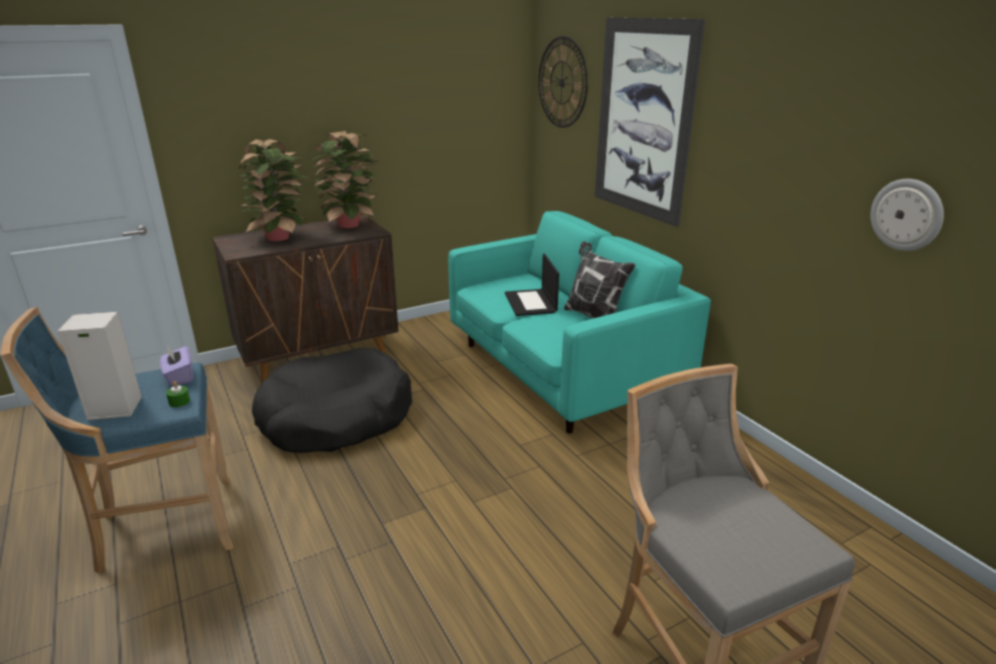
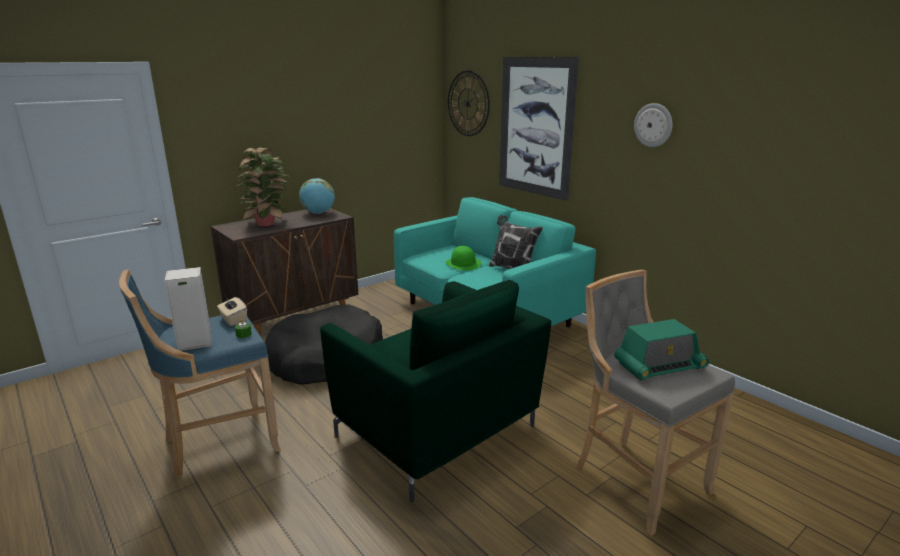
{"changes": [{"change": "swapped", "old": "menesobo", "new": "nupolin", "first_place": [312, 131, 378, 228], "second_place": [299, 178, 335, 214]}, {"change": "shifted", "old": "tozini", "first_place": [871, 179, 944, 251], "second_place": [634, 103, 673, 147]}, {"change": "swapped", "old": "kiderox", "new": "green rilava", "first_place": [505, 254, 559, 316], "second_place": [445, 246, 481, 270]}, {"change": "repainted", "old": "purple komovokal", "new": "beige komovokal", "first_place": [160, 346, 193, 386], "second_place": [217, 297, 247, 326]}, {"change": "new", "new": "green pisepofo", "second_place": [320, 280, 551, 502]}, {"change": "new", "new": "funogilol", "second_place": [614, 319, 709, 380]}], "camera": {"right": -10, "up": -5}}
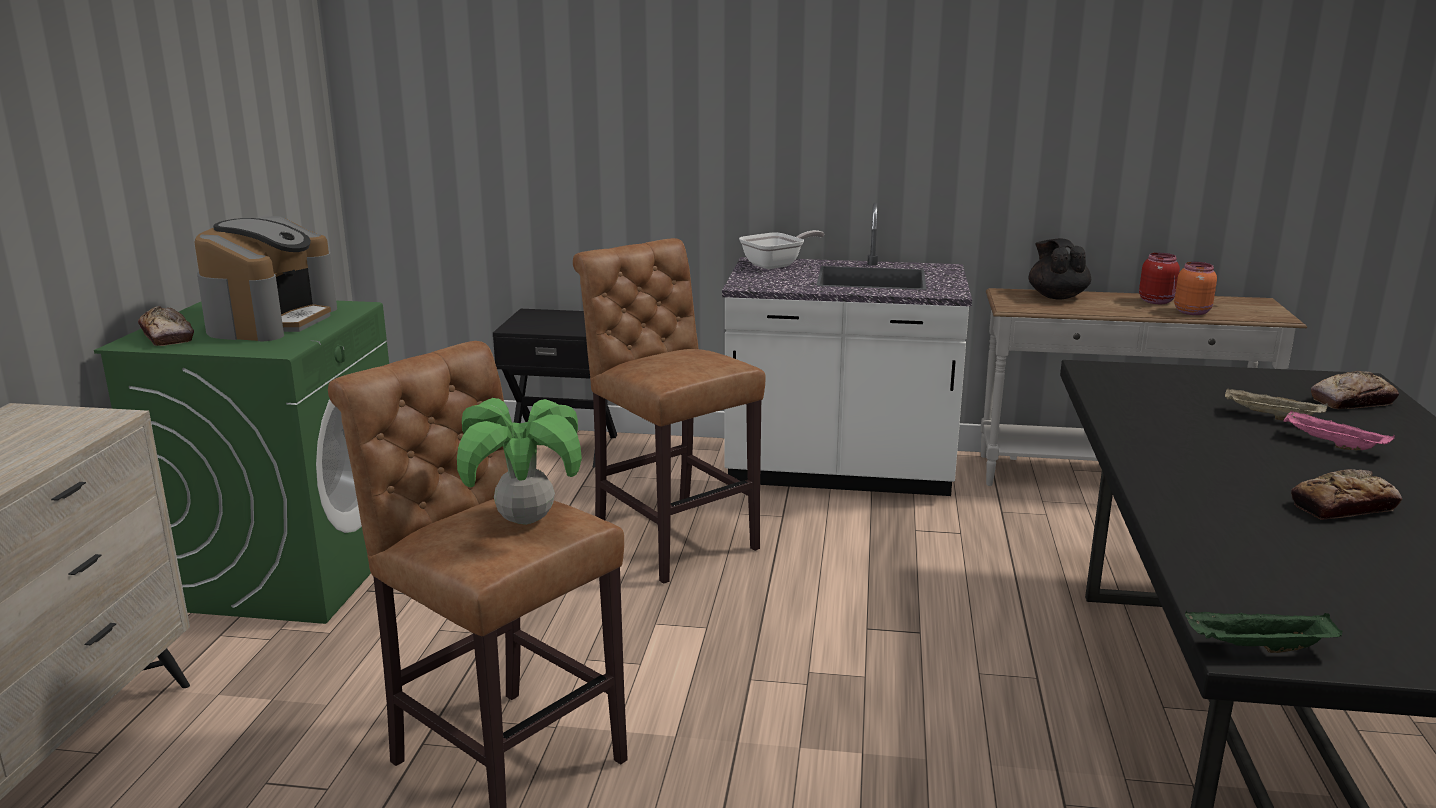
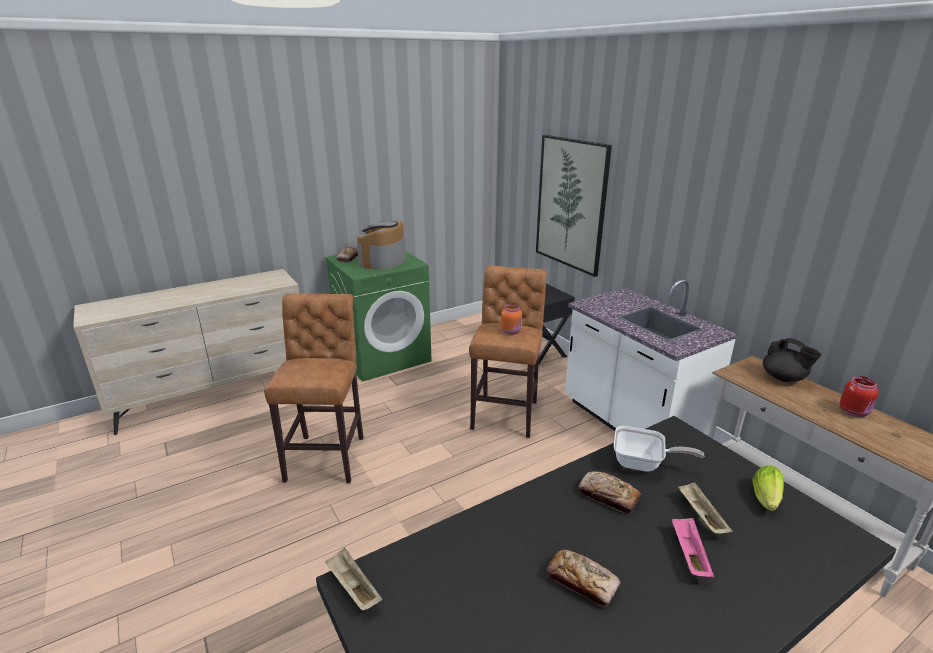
{"changes": [{"change": "rotated", "old": "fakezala", "first_place": [194, 216, 337, 341], "second_place": [357, 219, 406, 270], "degrees": 135}, {"change": "shifted", "old": "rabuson", "first_place": [739, 230, 825, 269], "second_place": [614, 426, 704, 472]}, {"change": "rotated", "old": "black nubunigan", "first_place": [1029, 238, 1091, 299], "second_place": [763, 338, 821, 382], "degrees": 105}, {"change": "shifted", "old": "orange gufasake", "first_place": [1174, 262, 1217, 315], "second_place": [501, 304, 522, 335]}, {"change": "shifted", "old": "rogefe", "first_place": [1311, 371, 1399, 409], "second_place": [579, 471, 641, 514]}, {"change": "gone", "old": "menesobo", "first_place": [457, 398, 582, 525]}, {"change": "repainted", "old": "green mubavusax", "new": "beige mubavusax", "first_place": [1185, 611, 1342, 653], "second_place": [325, 547, 382, 611]}, {"change": "new", "new": "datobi", "second_place": [536, 135, 612, 277]}, {"change": "new", "new": "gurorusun", "second_place": [753, 465, 784, 511]}], "camera": {"right": 50, "up": 5}}
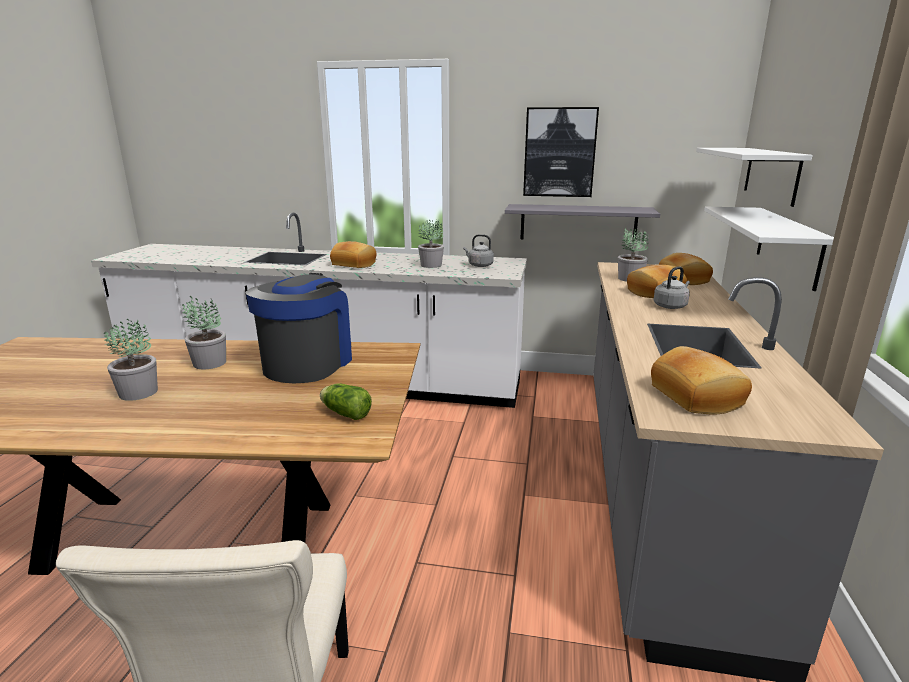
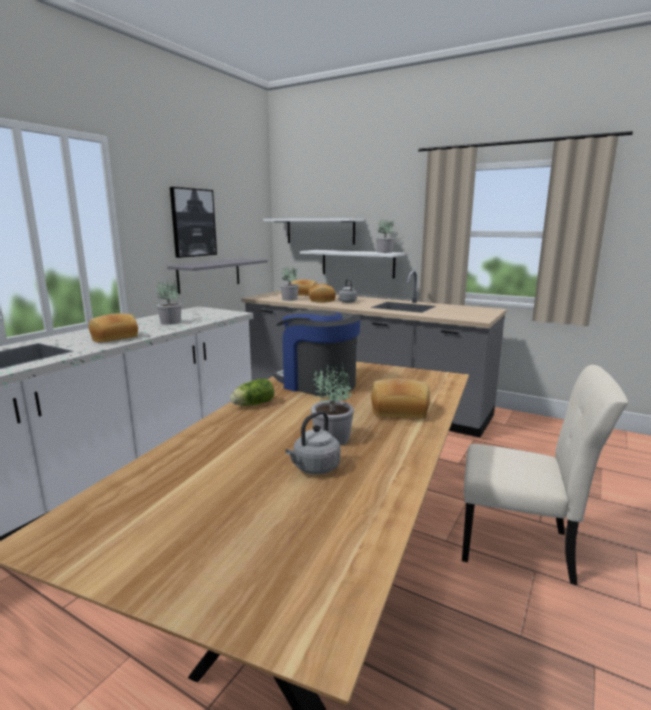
{"changes": [{"change": "shifted", "old": "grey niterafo", "first_place": [463, 234, 494, 267], "second_place": [285, 411, 340, 474]}, {"change": "shifted", "old": "menesobo", "first_place": [182, 296, 226, 369], "second_place": [376, 219, 394, 253]}, {"change": "shifted", "old": "rogefe", "first_place": [651, 346, 752, 414], "second_place": [371, 378, 430, 419]}, {"change": "shifted", "old": "gurorusun", "first_place": [320, 383, 372, 420], "second_place": [230, 378, 274, 406]}], "camera": {"right": -70, "up": -5}}
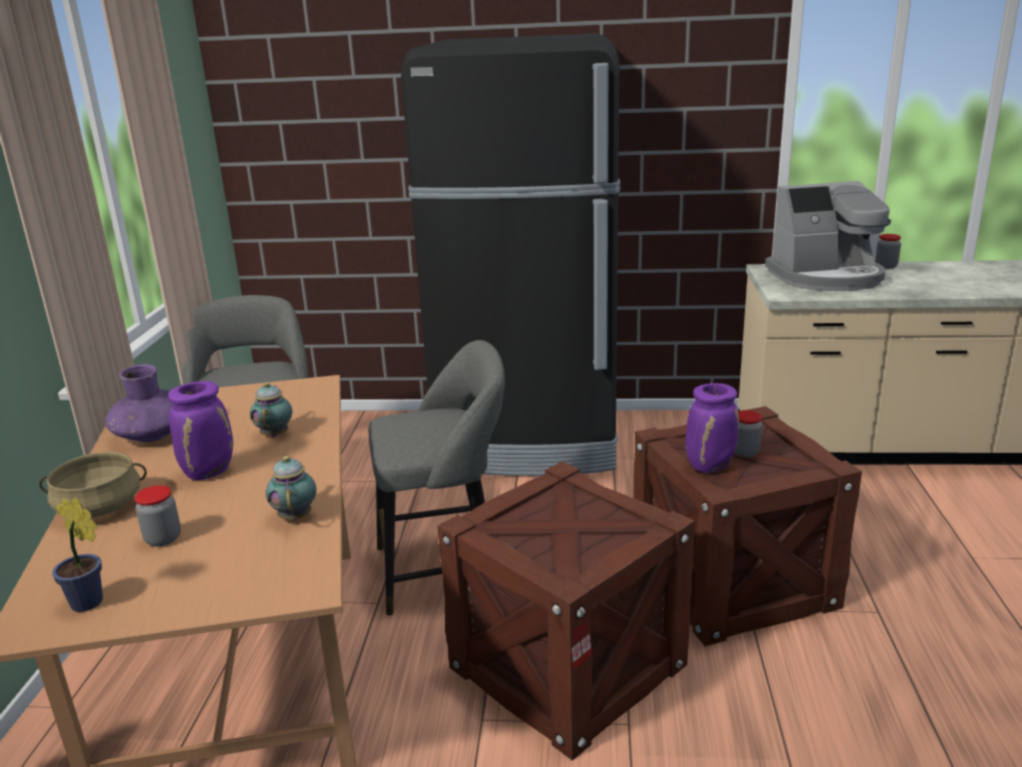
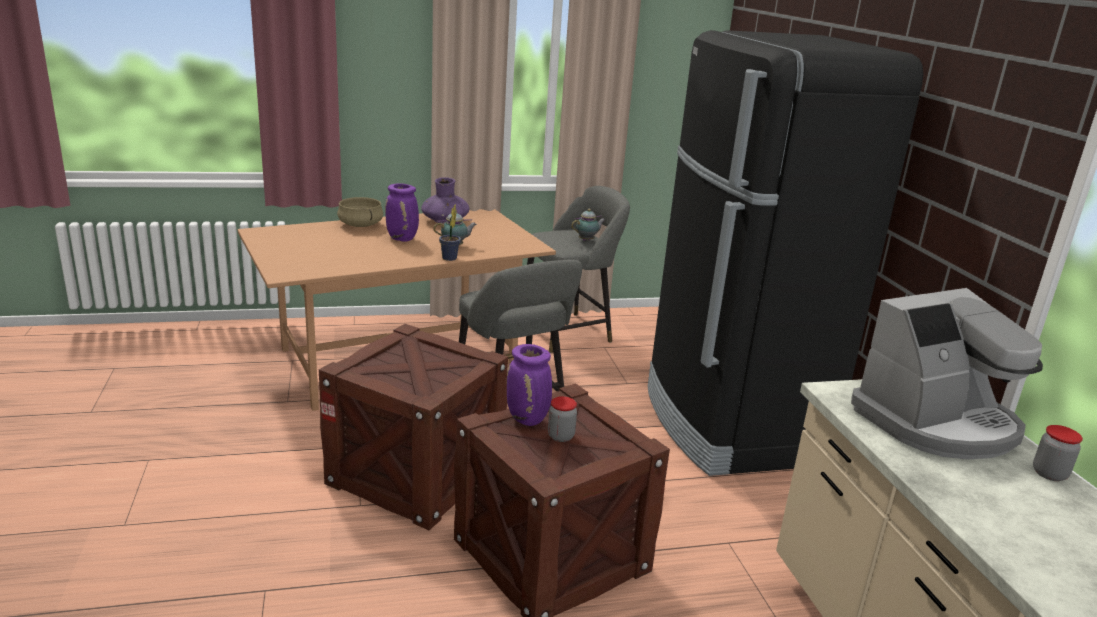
{"changes": [{"change": "rotated", "old": "fakezala", "first_place": [765, 181, 891, 291], "second_place": [851, 288, 1043, 459], "degrees": -90}, {"change": "shifted", "old": "nubunigan", "first_place": [266, 456, 316, 521], "second_place": [571, 209, 605, 241]}, {"change": "gone", "old": "gufasake", "first_place": [134, 485, 181, 547]}, {"change": "shifted", "old": "menesobo", "first_place": [52, 498, 103, 612], "second_place": [439, 204, 461, 261]}], "camera": {"right": 70, "up": 0}}
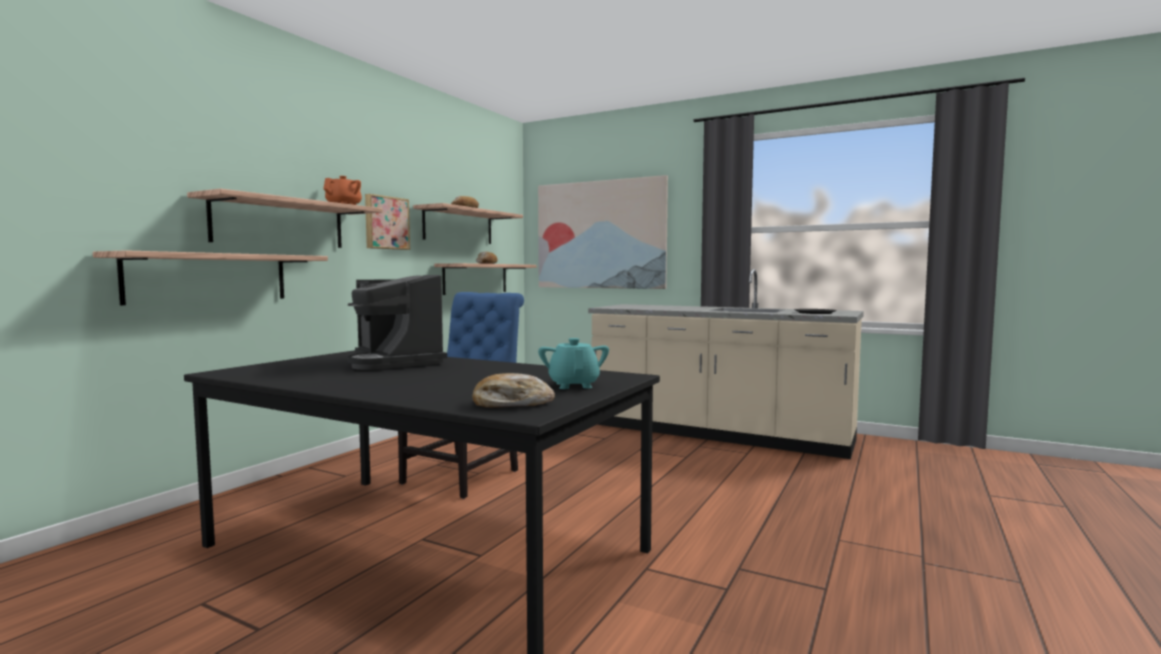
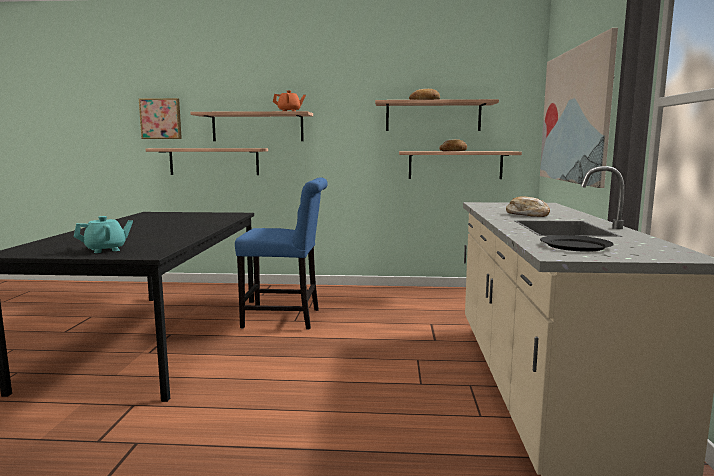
{"changes": [{"change": "shifted", "old": "datobi", "first_place": [365, 194, 410, 250], "second_place": [139, 98, 182, 139]}, {"change": "gone", "old": "fakezala", "first_place": [348, 275, 447, 370]}, {"change": "shifted", "old": "rogefe", "first_place": [472, 373, 555, 408], "second_place": [506, 196, 550, 217]}], "camera": {"right": 65, "up": 5}}
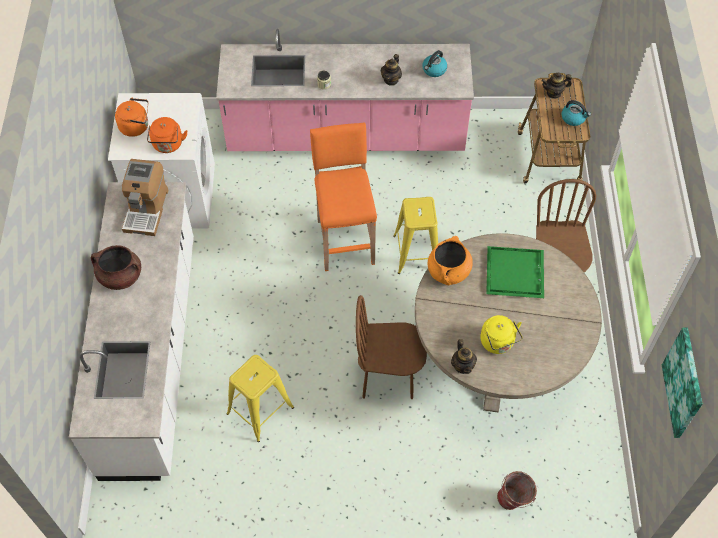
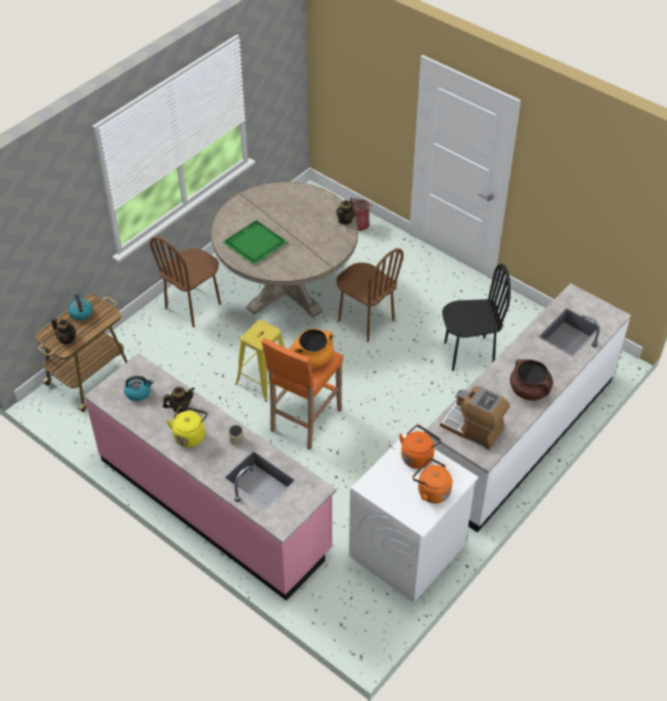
{"changes": [{"change": "rotated", "old": "fakezala", "first_place": [122, 159, 168, 236], "second_place": [440, 387, 510, 450], "degrees": -105}, {"change": "shifted", "old": "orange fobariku", "first_place": [428, 236, 473, 285], "second_place": [293, 329, 333, 368]}, {"change": "shifted", "old": "yellow niterafo", "first_place": [480, 315, 523, 354], "second_place": [166, 406, 208, 447]}, {"change": "gone", "old": "datobi", "first_place": [662, 327, 703, 438]}, {"change": "swapped", "old": "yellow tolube", "new": "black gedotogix", "first_place": [226, 355, 294, 442], "second_place": [442, 264, 511, 371]}], "camera": {"right": -140, "up": -10}}
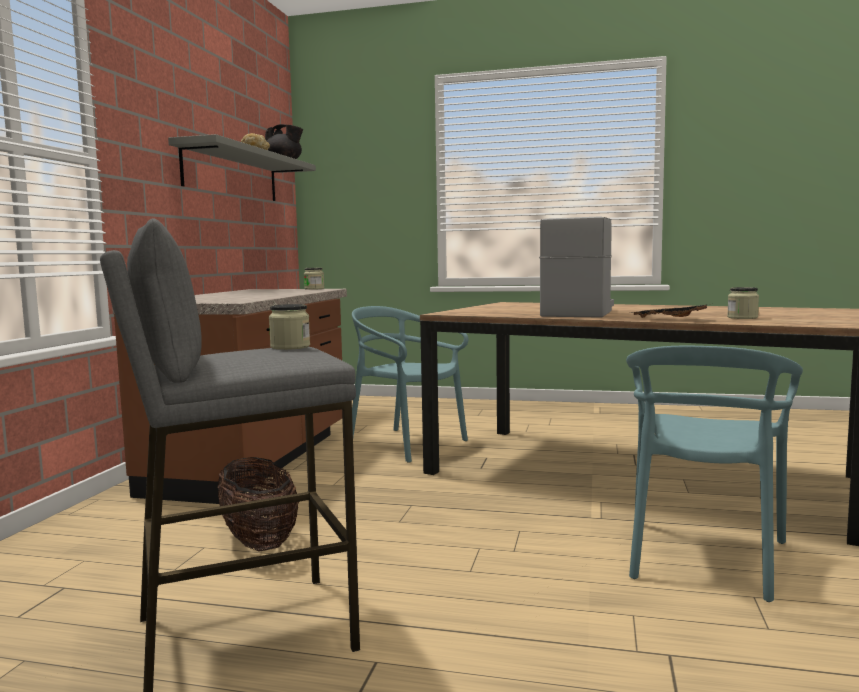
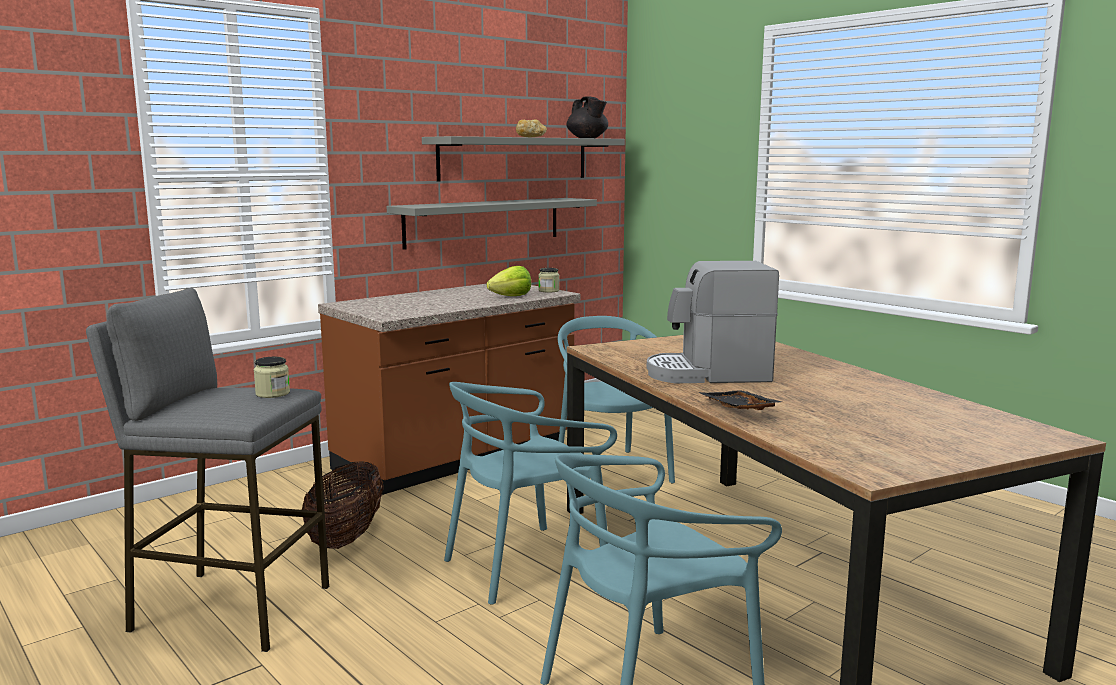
{"changes": [{"change": "rotated", "old": "fakezala", "first_place": [539, 216, 614, 318], "second_place": [647, 261, 779, 383], "degrees": -150}, {"change": "gone", "old": "gufasake", "first_place": [727, 287, 759, 319]}, {"change": "new", "new": "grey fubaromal", "second_place": [387, 198, 597, 250]}, {"change": "new", "new": "gurorusun", "second_place": [487, 266, 531, 296]}, {"change": "new", "new": "turquoise gedotogix", "second_place": [444, 382, 617, 605]}], "camera": {"right": 35, "up": 5}}
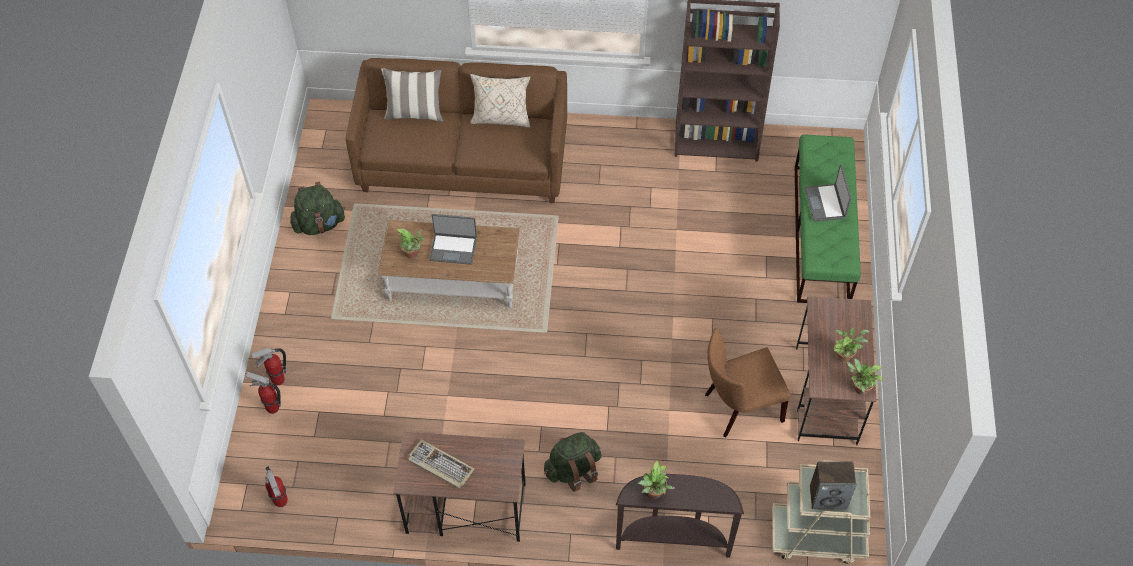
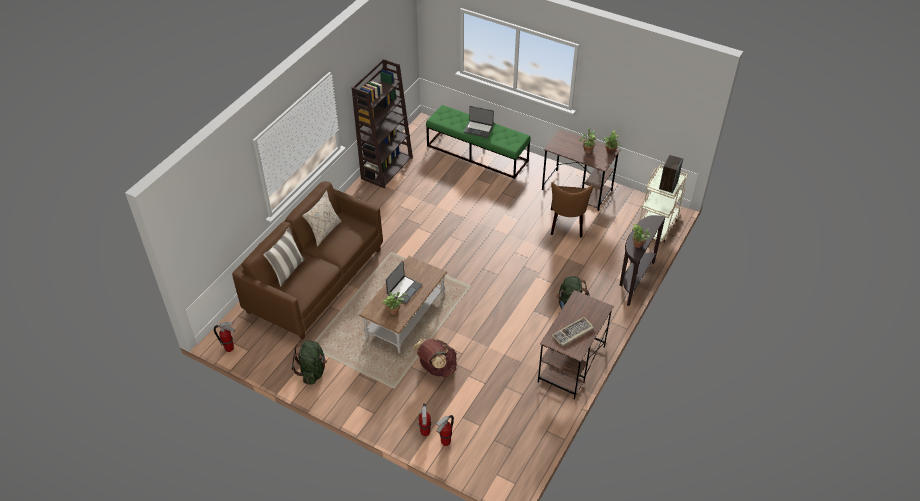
{"changes": [{"change": "shifted", "old": "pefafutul", "first_place": [265, 467, 288, 507], "second_place": [214, 321, 235, 352]}, {"change": "new", "new": "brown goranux", "second_place": [413, 338, 457, 377]}], "camera": {"right": -65, "up": -10}}
